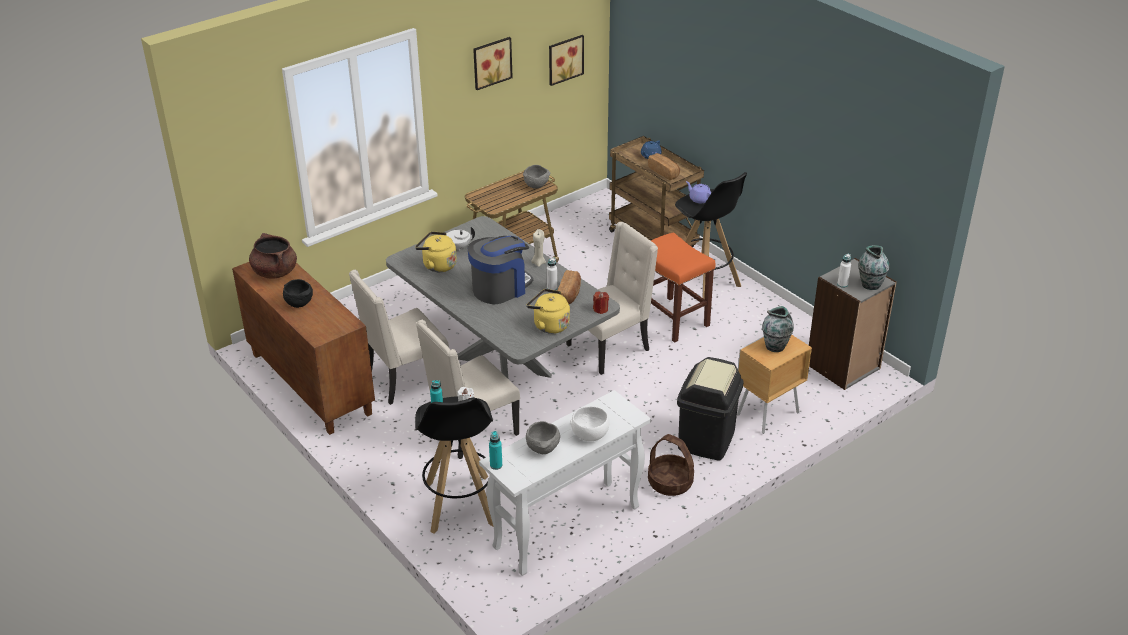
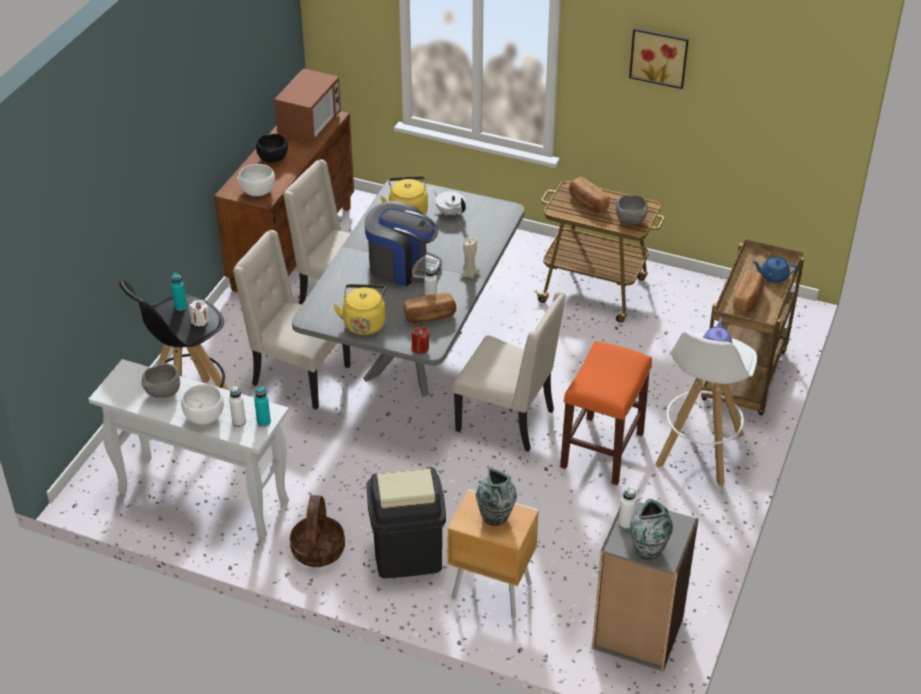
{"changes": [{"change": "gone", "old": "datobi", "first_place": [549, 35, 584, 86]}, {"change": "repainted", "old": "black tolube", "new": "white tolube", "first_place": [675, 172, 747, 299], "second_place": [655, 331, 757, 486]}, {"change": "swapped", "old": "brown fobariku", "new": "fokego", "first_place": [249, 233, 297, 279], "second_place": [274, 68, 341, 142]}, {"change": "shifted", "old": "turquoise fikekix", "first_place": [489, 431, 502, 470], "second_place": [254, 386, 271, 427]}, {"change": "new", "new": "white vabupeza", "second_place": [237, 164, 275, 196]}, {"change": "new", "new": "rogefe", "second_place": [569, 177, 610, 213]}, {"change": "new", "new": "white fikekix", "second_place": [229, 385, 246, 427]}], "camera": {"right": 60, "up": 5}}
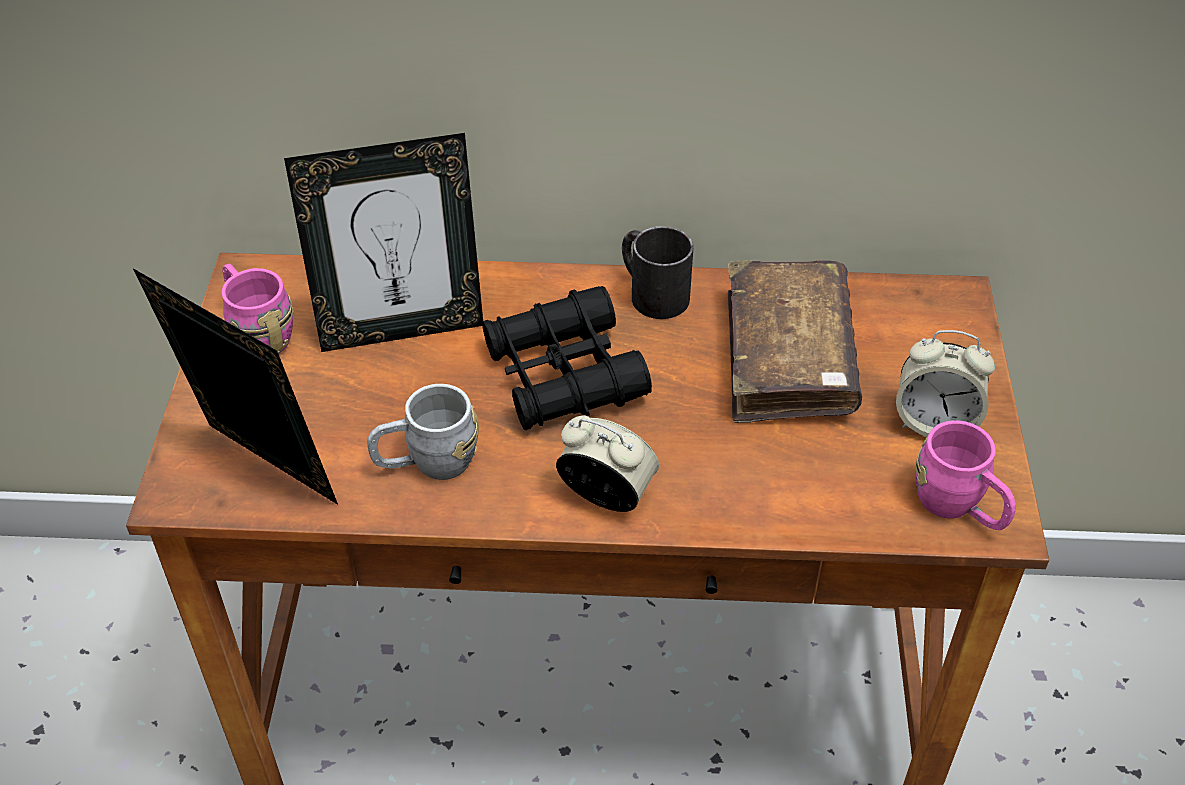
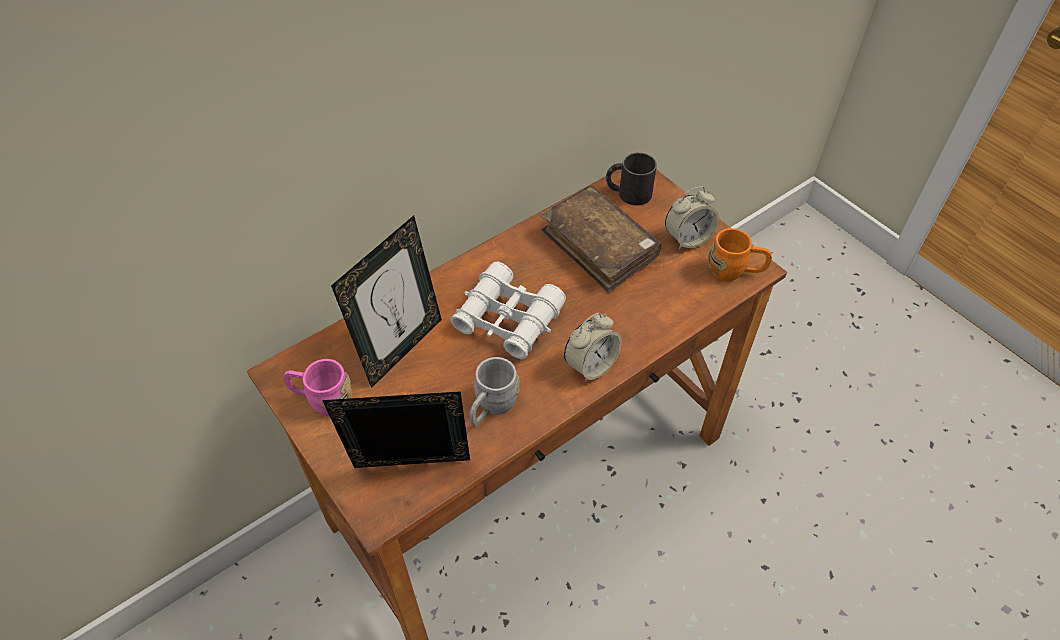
{"changes": [{"change": "shifted", "old": "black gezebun", "first_place": [622, 226, 693, 319], "second_place": [606, 152, 657, 206]}, {"change": "repainted", "old": "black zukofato", "new": "white zukofato", "first_place": [482, 286, 652, 430], "second_place": [450, 262, 566, 359]}, {"change": "rotated", "old": "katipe", "first_place": [556, 415, 659, 512], "second_place": [564, 312, 622, 383], "degrees": 150}, {"change": "repainted", "old": "pink gezebun", "new": "orange gezebun", "first_place": [915, 420, 1016, 530], "second_place": [708, 228, 772, 281]}], "camera": {"right": -40, "up": 5}}
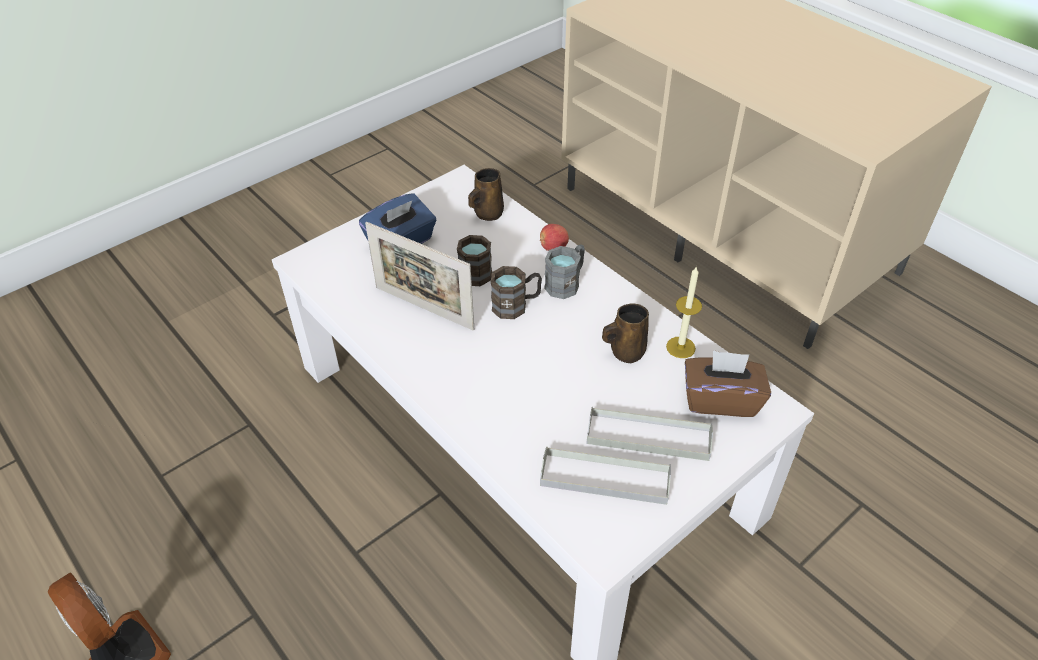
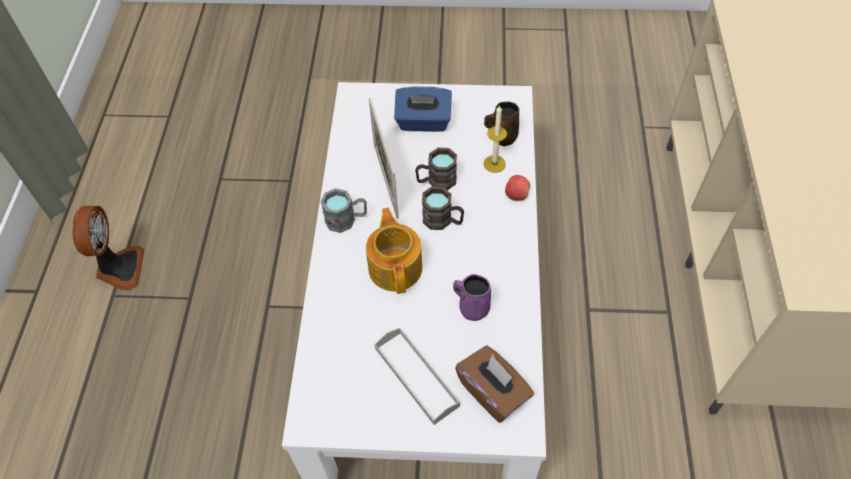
{"changes": [{"change": "shifted", "old": "grey gezebun", "first_place": [544, 244, 585, 299], "second_place": [321, 188, 367, 233]}, {"change": "shifted", "old": "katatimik", "first_place": [666, 266, 702, 358], "second_place": [483, 105, 507, 173]}, {"change": "repainted", "old": "brown gezebun", "new": "purple gezebun", "first_place": [602, 303, 649, 363], "second_place": [453, 274, 491, 321]}, {"change": "gone", "old": "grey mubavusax", "first_place": [540, 446, 671, 505]}, {"change": "new", "new": "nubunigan", "second_place": [366, 208, 422, 294]}], "camera": {"right": 45, "up": 10}}
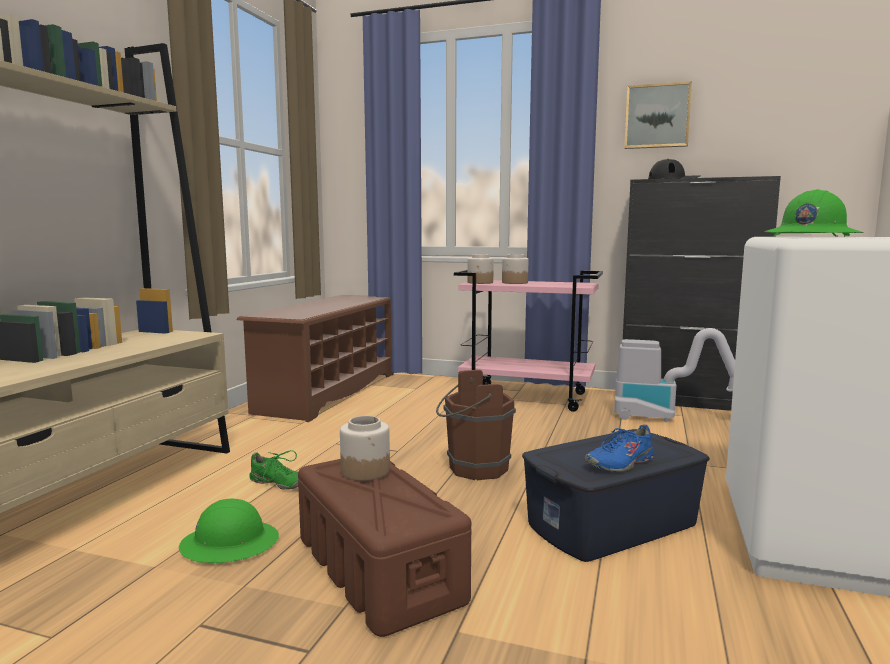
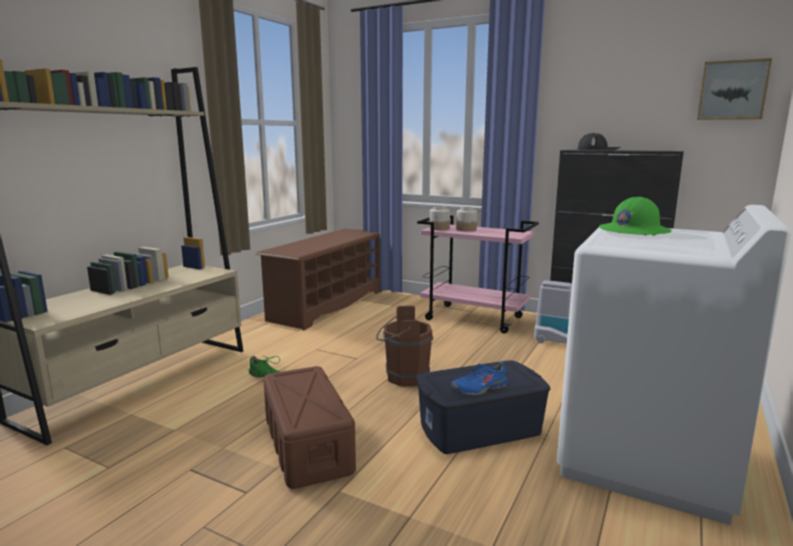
{"changes": [{"change": "shifted", "old": "datobi", "first_place": [624, 81, 692, 149], "second_place": [697, 58, 772, 120]}, {"change": "gone", "old": "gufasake", "first_place": [340, 416, 390, 481]}, {"change": "gone", "old": "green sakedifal", "first_place": [179, 499, 279, 563]}], "camera": {"right": 10, "up": 5}}
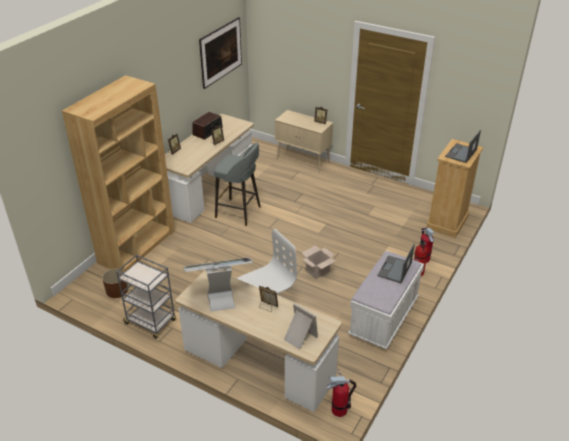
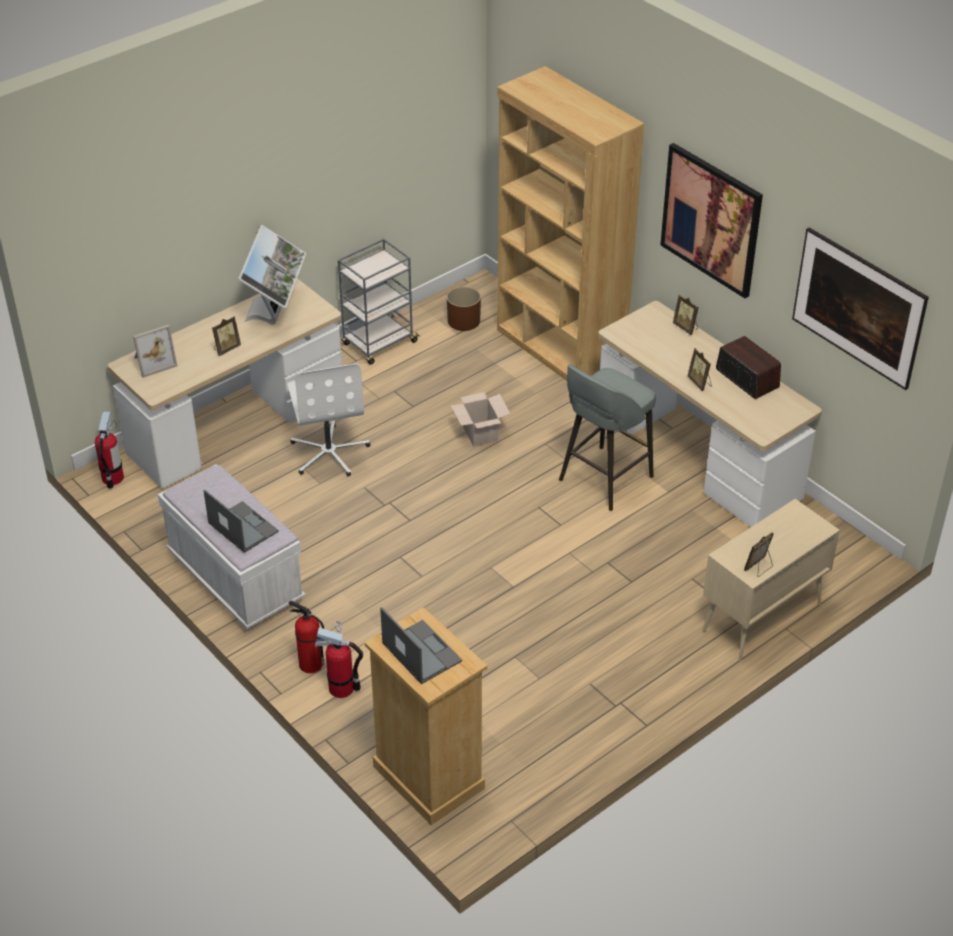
{"changes": [{"change": "shifted", "old": "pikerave", "first_place": [302, 245, 335, 279], "second_place": [451, 392, 510, 447]}, {"change": "new", "new": "datobi", "second_place": [660, 143, 763, 298]}], "camera": {"right": 110, "up": 5}}
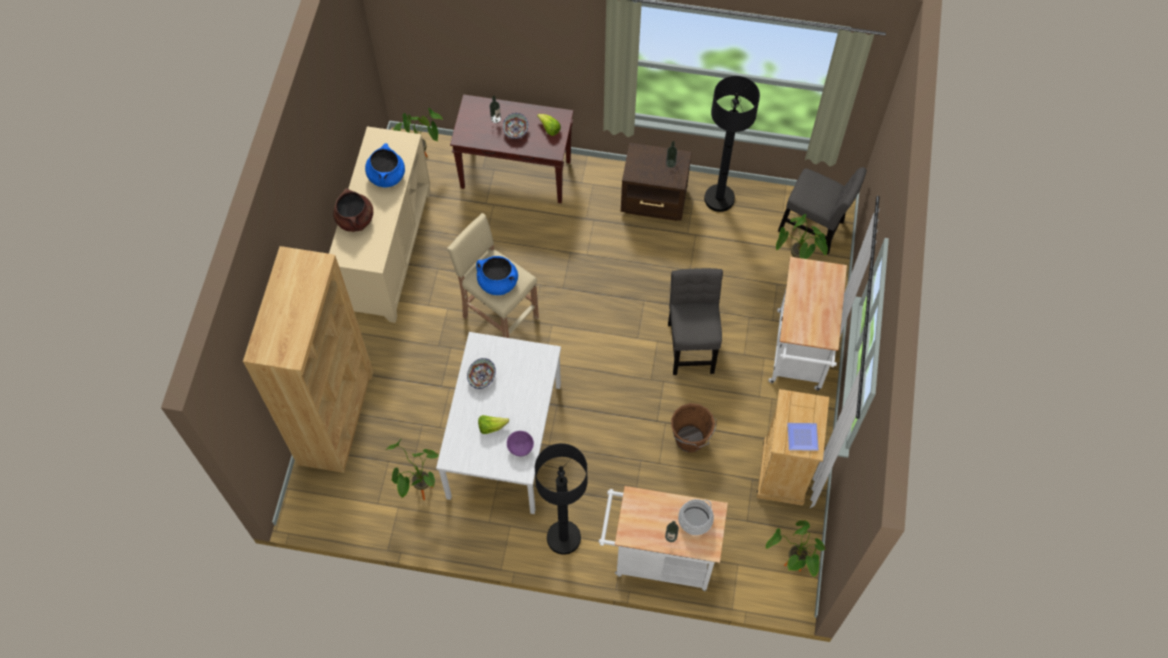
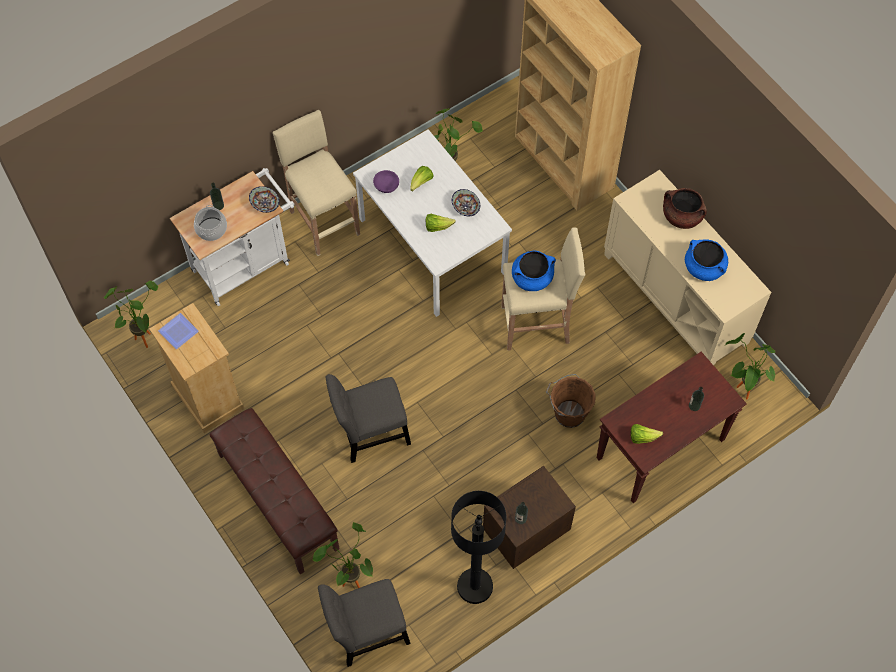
{"changes": [{"change": "shifted", "old": "vabupeza", "first_place": [503, 113, 528, 139], "second_place": [249, 186, 280, 213]}, {"change": "swapped", "old": "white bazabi", "new": "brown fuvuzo", "first_place": [769, 257, 847, 391], "second_place": [209, 408, 340, 574]}, {"change": "rotated", "old": "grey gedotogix", "first_place": [668, 268, 723, 375], "second_place": [325, 374, 411, 463], "degrees": 120}, {"change": "shifted", "old": "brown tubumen", "first_place": [671, 403, 717, 453], "second_place": [546, 374, 596, 428]}, {"change": "swapped", "old": "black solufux", "new": "beige tolube", "first_place": [535, 443, 588, 555], "second_place": [273, 110, 360, 256]}, {"change": "new", "new": "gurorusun", "second_place": [426, 214, 455, 232]}], "camera": {"right": 135, "up": 0}}
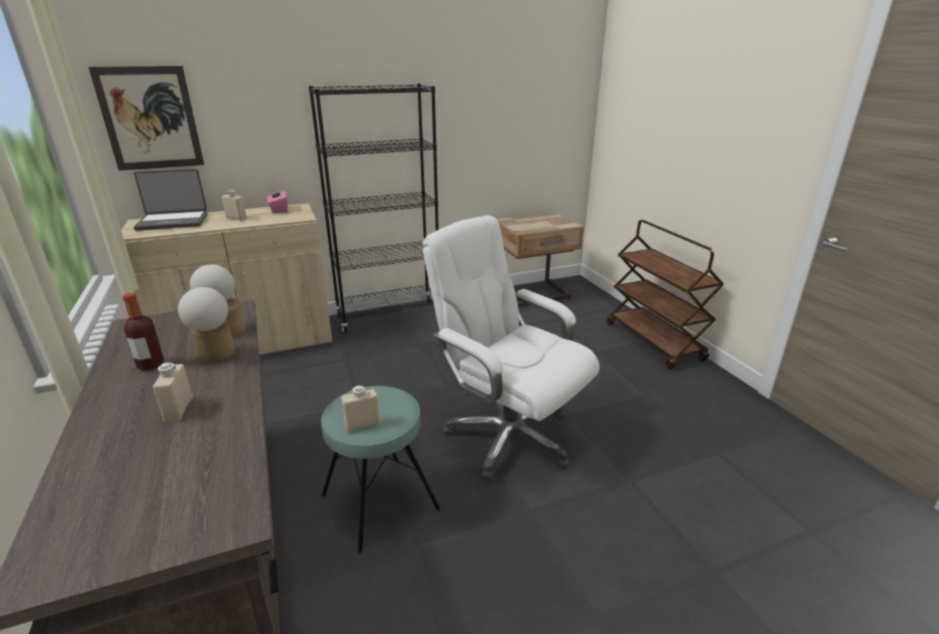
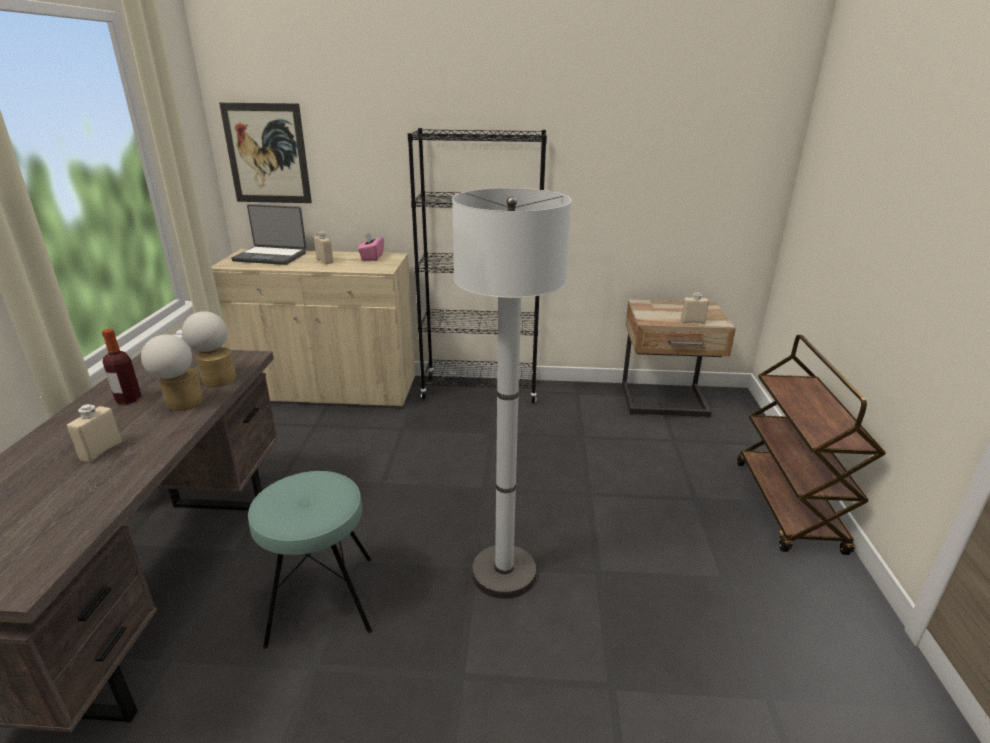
{"changes": [{"change": "swapped", "old": "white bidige", "new": "white solufux", "first_place": [423, 215, 600, 481], "second_place": [452, 188, 571, 599]}, {"change": "shifted", "old": "beige fikekix", "first_place": [341, 385, 380, 432], "second_place": [681, 292, 709, 324]}], "camera": {"right": 25, "up": 0}}
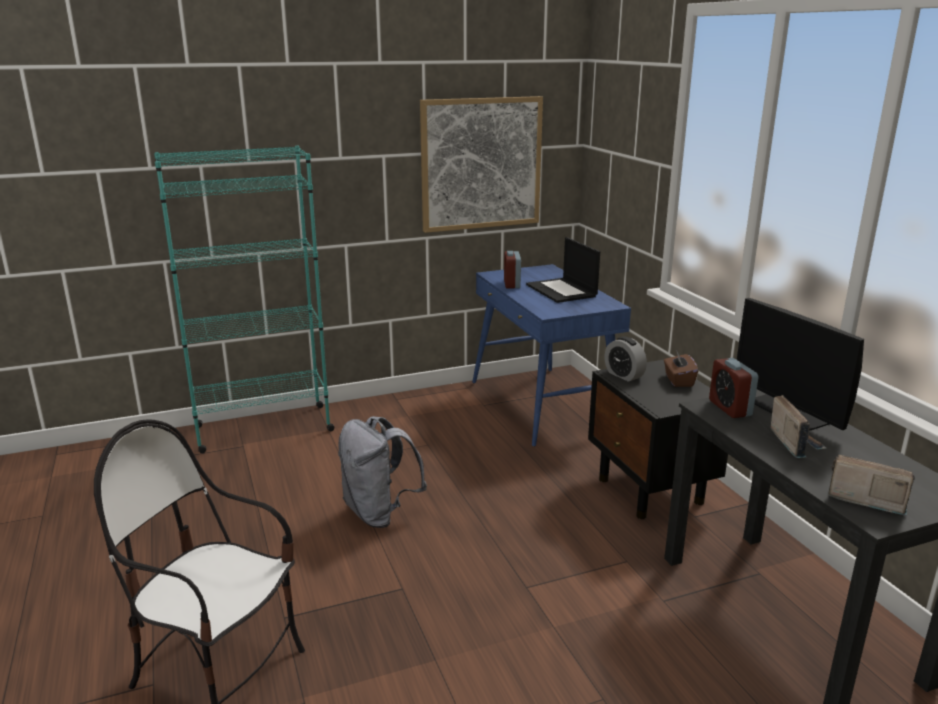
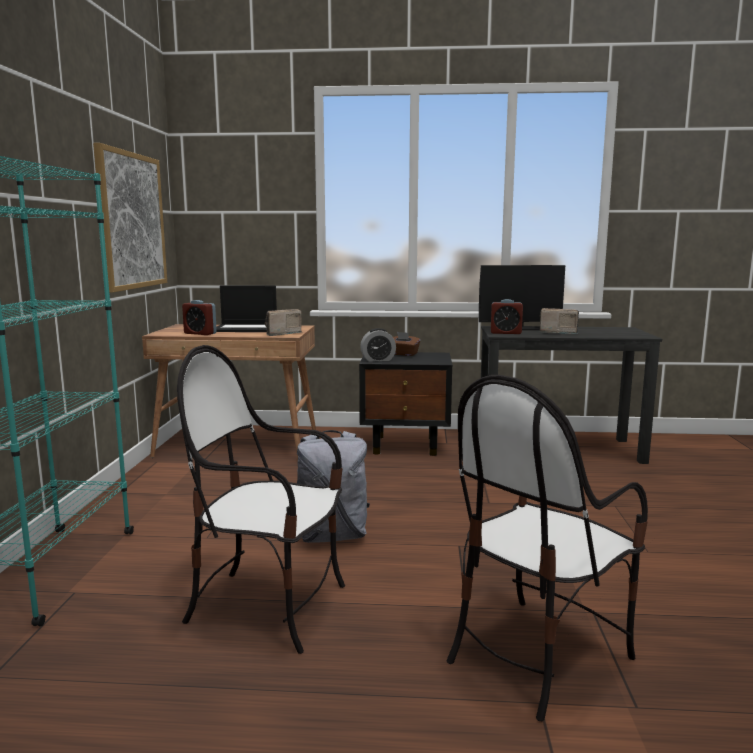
{"changes": [{"change": "repainted", "old": "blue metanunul", "new": "brown metanunul", "first_place": [472, 264, 631, 447], "second_place": [142, 324, 316, 459]}, {"change": "shifted", "old": "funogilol", "first_place": [828, 455, 915, 516], "second_place": [265, 309, 302, 336]}, {"change": "new", "new": "gedotogix", "second_place": [177, 345, 345, 654]}], "camera": {"right": -65, "up": -10}}
